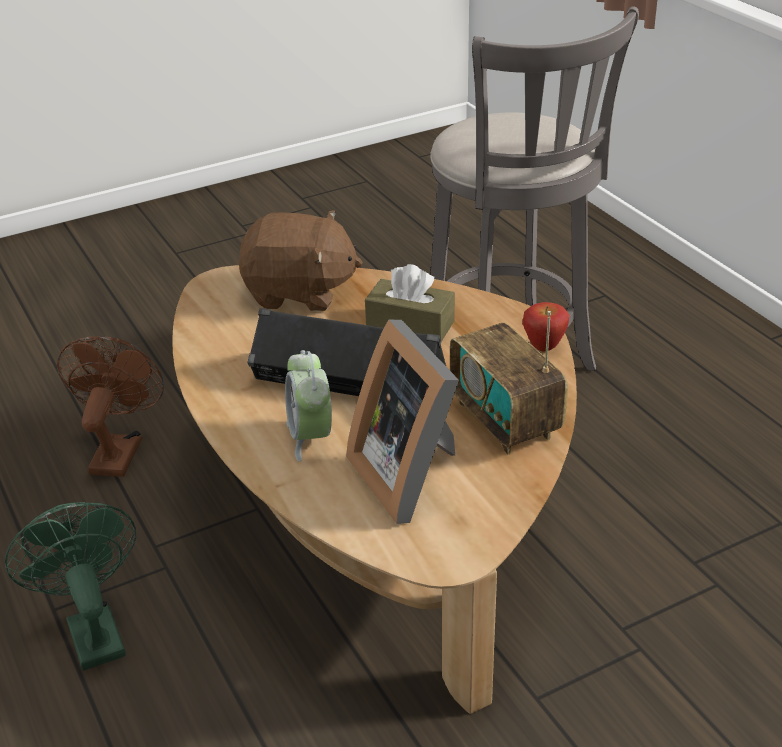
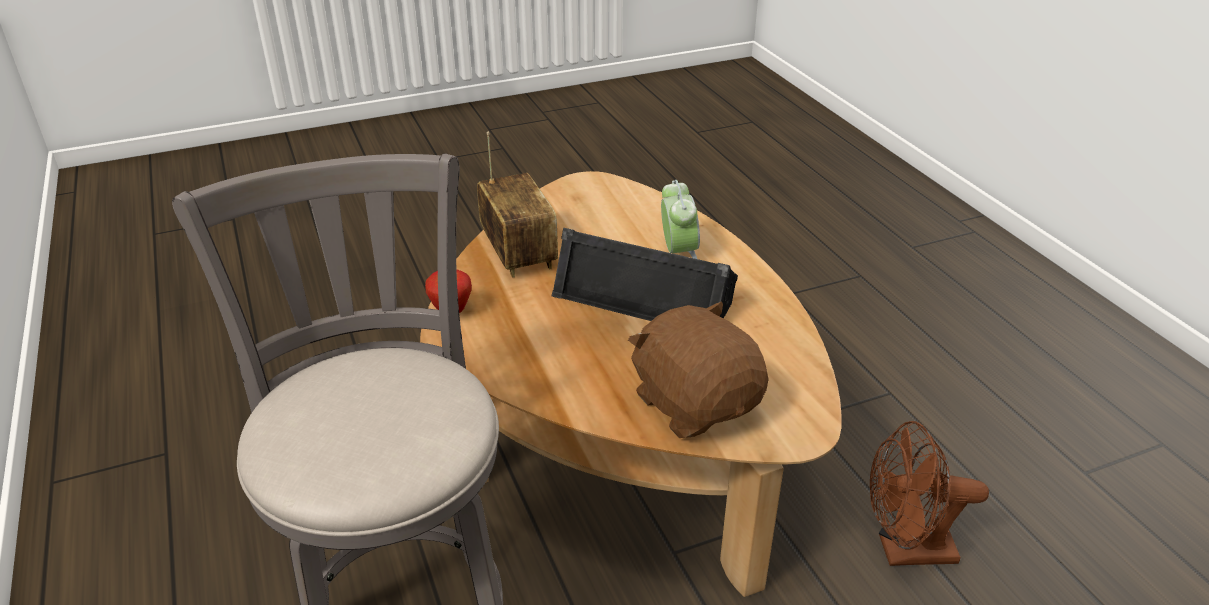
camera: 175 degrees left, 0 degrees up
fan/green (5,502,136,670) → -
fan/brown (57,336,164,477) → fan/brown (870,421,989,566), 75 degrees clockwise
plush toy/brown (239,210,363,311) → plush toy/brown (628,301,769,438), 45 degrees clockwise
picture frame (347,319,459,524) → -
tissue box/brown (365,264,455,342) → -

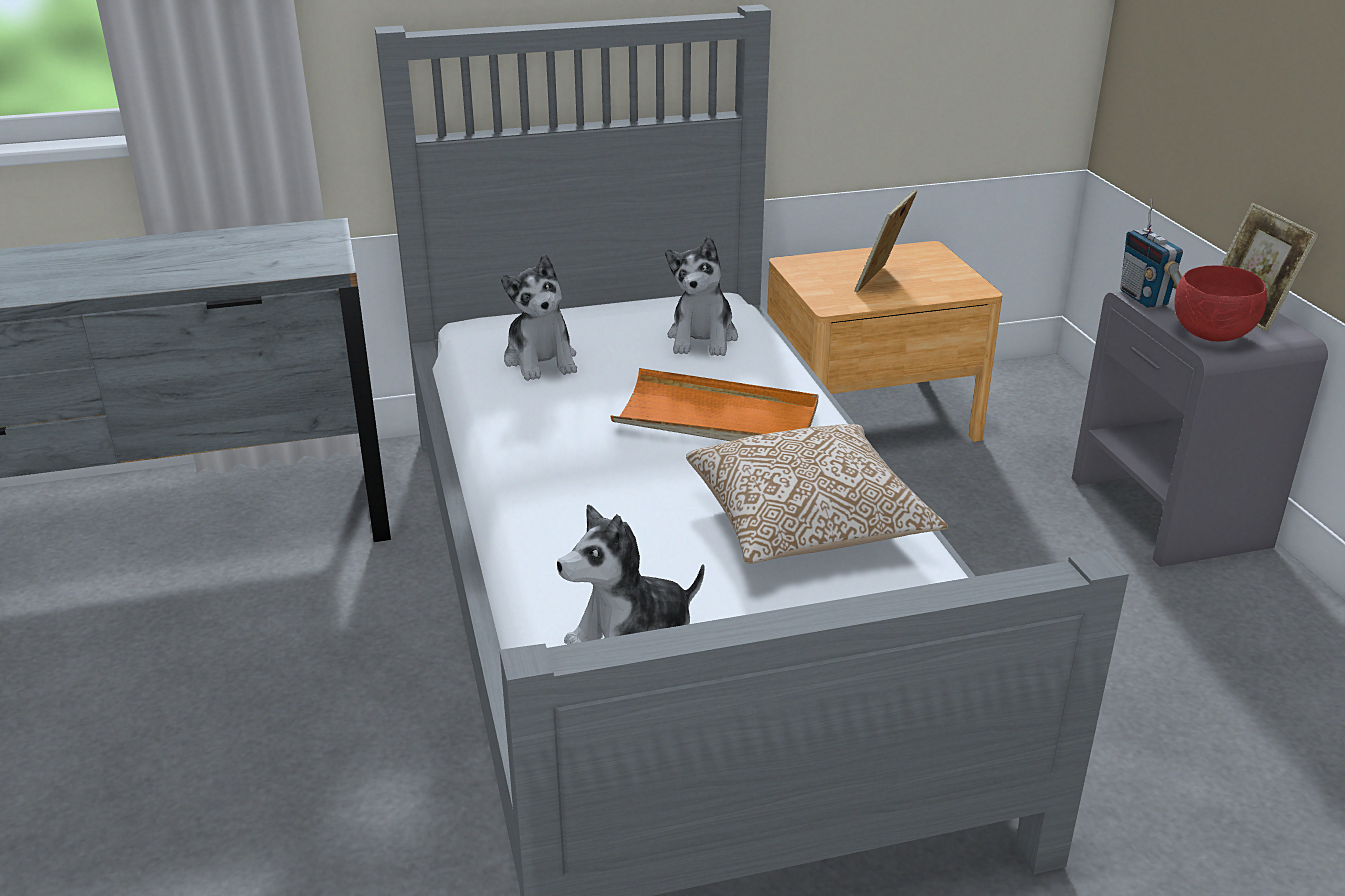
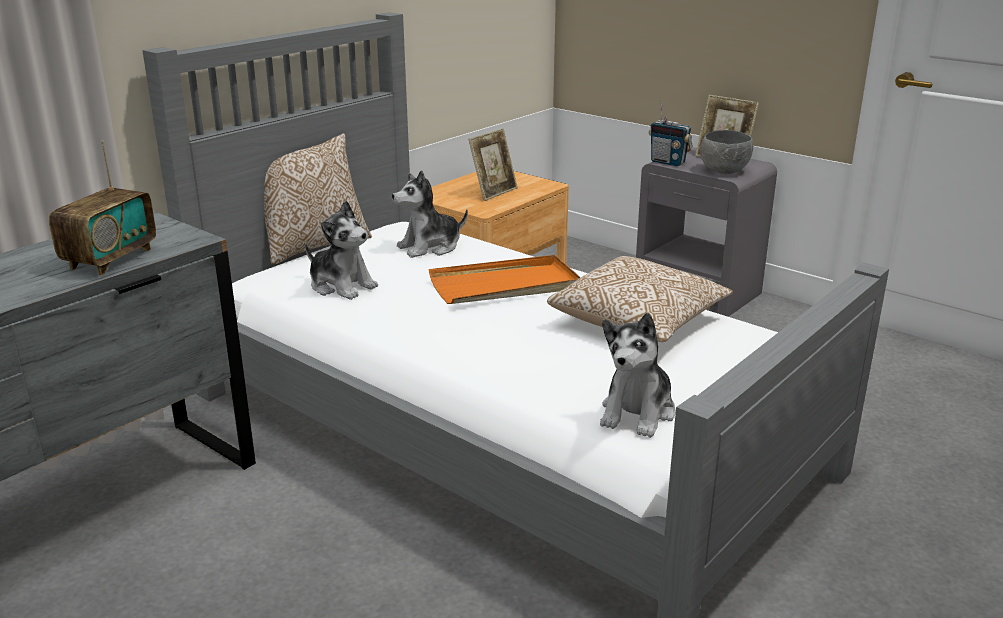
camera: 35 degrees left, 5 degrees down
plush toy (665,237,738,356) → plush toy (392,170,468,258), 90 degrees clockwise
picture frame (854,190,917,292) → picture frame (468,128,518,201), 135 degrees counterclockwise
bowl/red (1174,266,1267,342) → bowl/grey (700,130,753,174)
- → radio (49,141,156,275)
- → pillow (264,133,372,265)

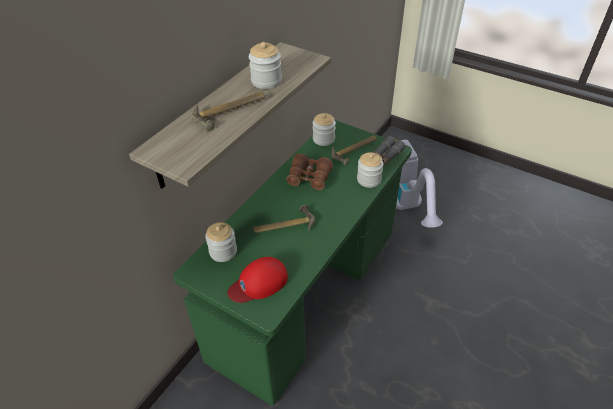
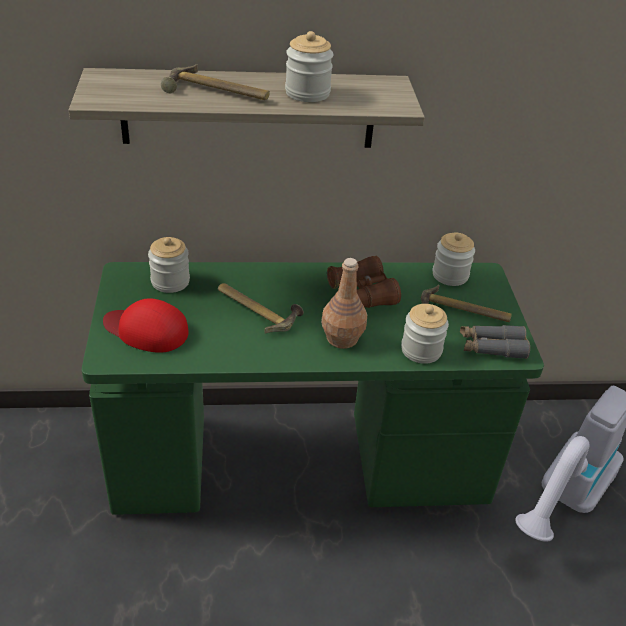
camera: 50 degrees right, 5 degrees down
- → bottle/brown (321,258,367,349)

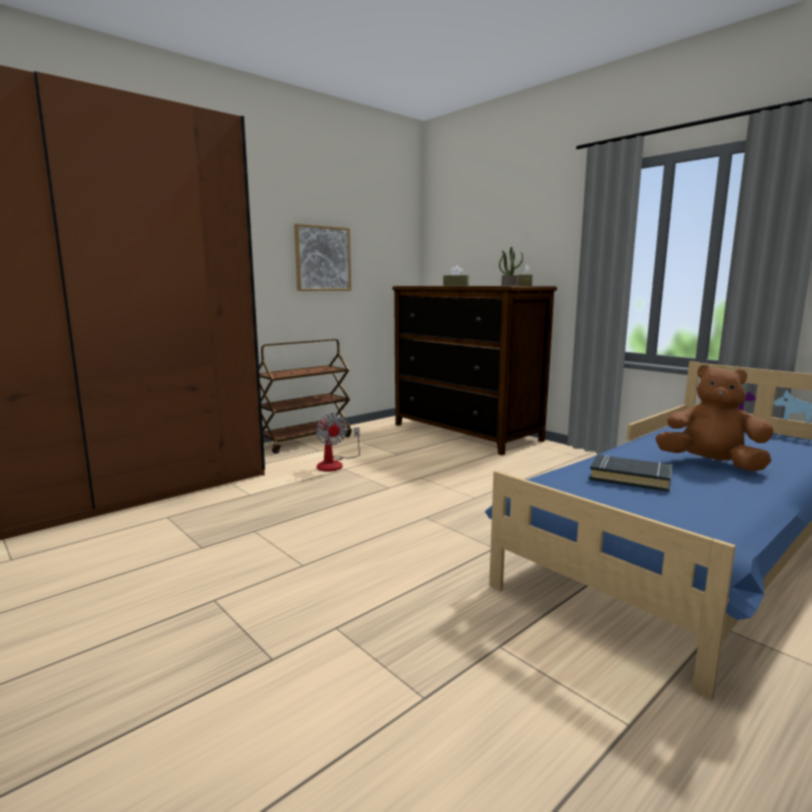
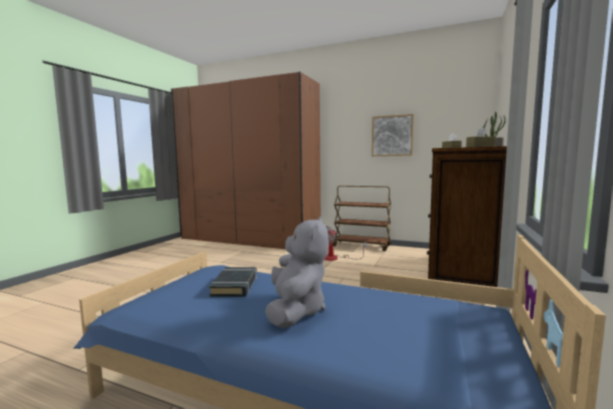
camera: 65 degrees right, 5 degrees down
plush toy/brown (655,365,774,471) → plush toy/grey (265,217,328,328)

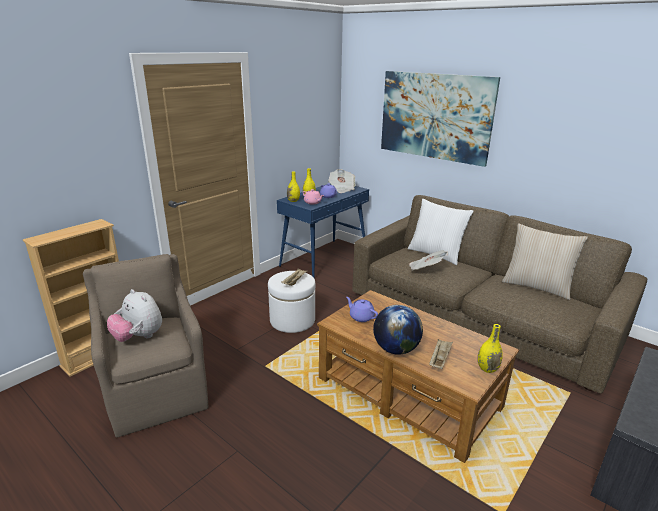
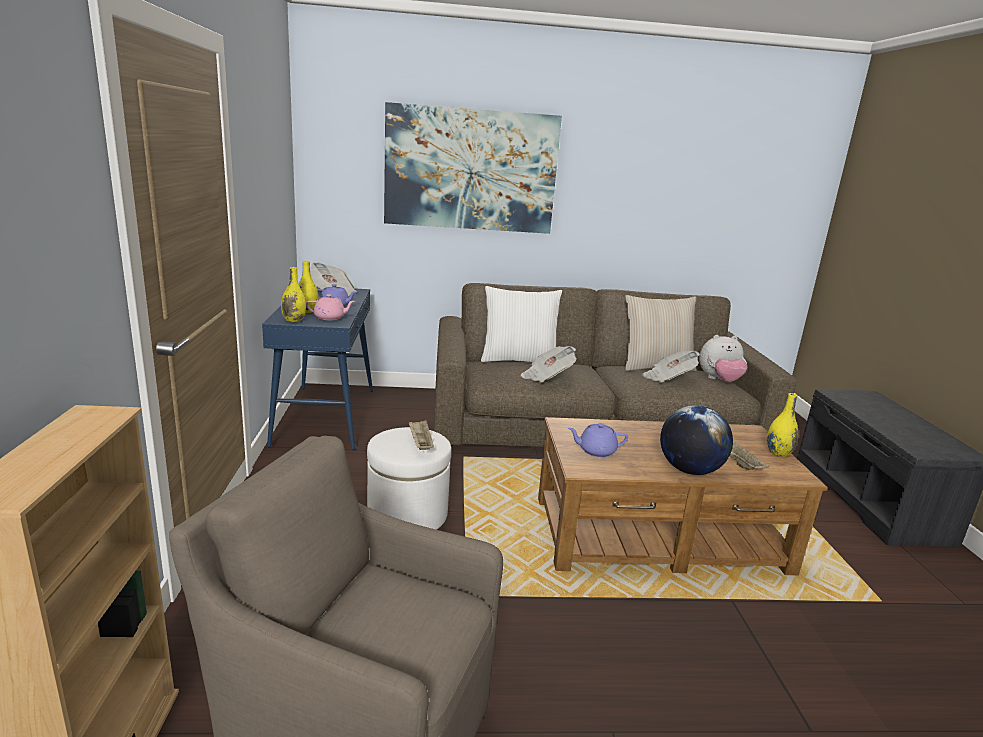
camera: 45 degrees left, 5 degrees down
plush toy (107,289,162,342) → plush toy (699,335,747,382), move
- → newspaper (642,350,700,383)

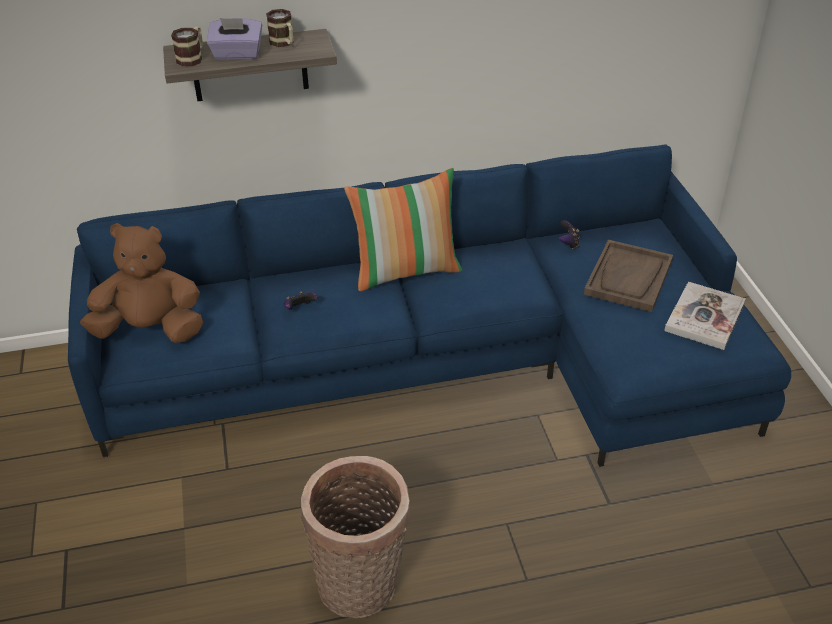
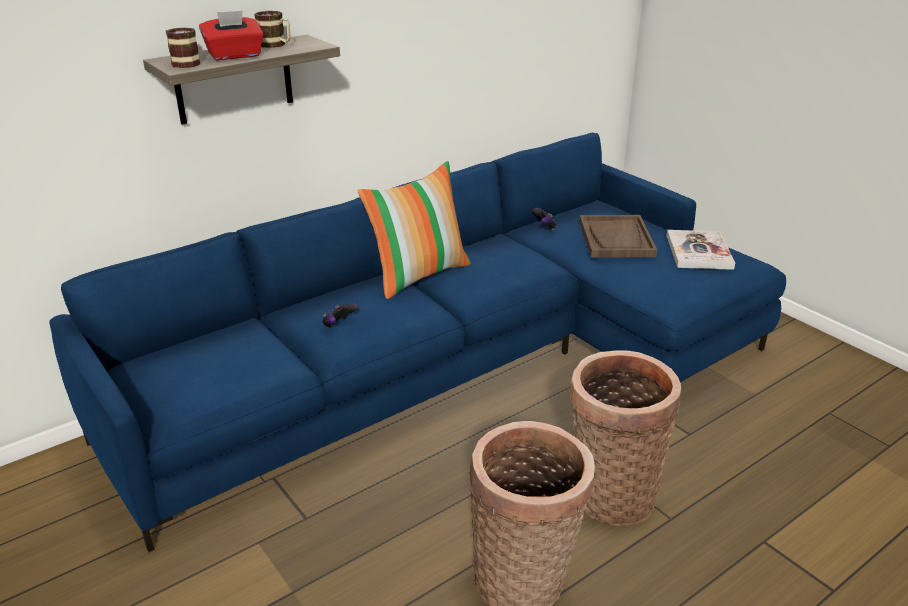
camera: 25 degrees left, 10 degrees down
plush toy/brown (80,223,203,343) → -
tissue box/purple (207,18,262,60) → tissue box/red (199,10,264,60)
- → basket (569,350,681,526)

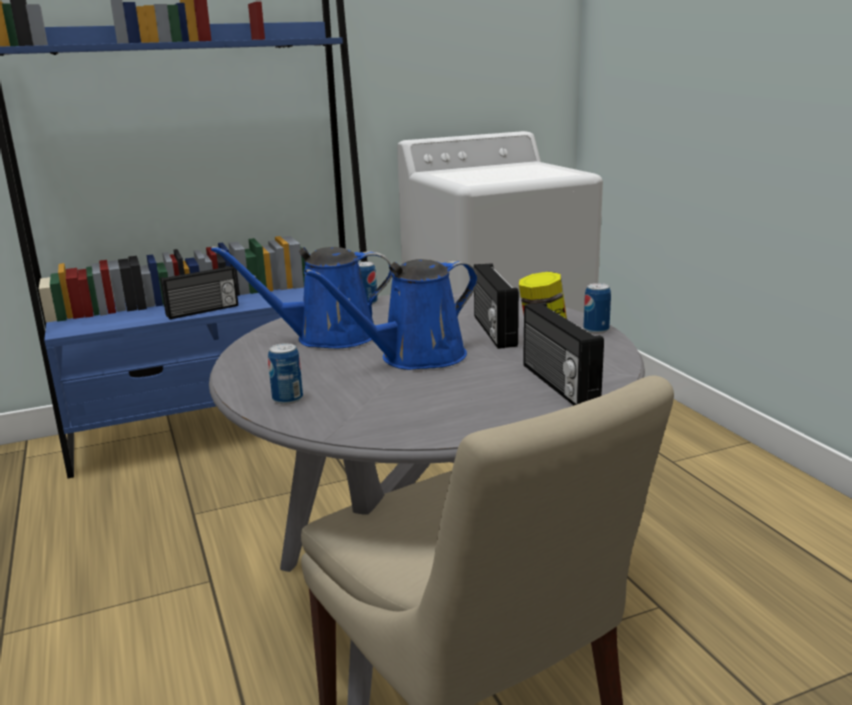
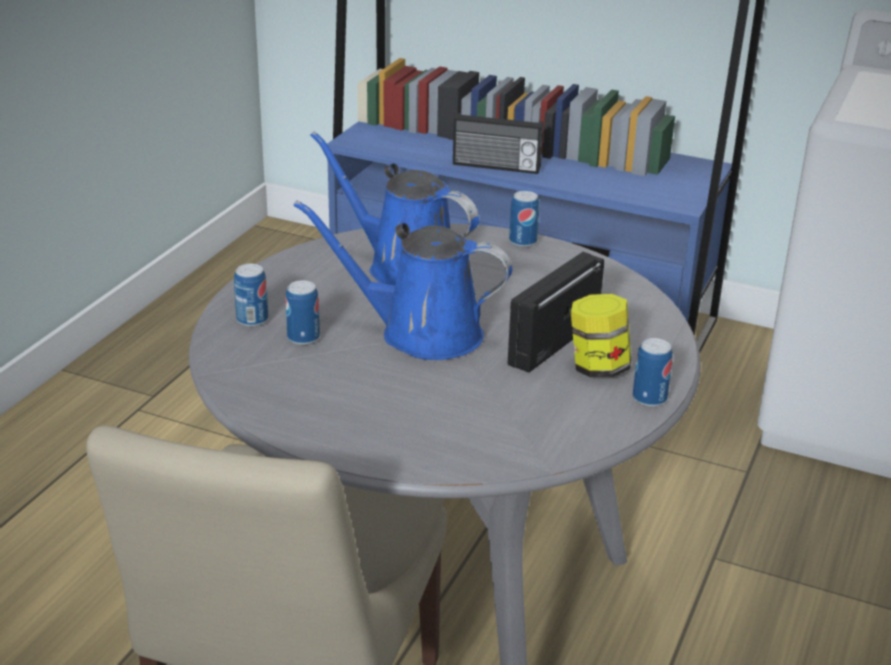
camera: 45 degrees right, 10 degrees up
radio (523,302,604,405) → -
- → can (285,280,320,345)

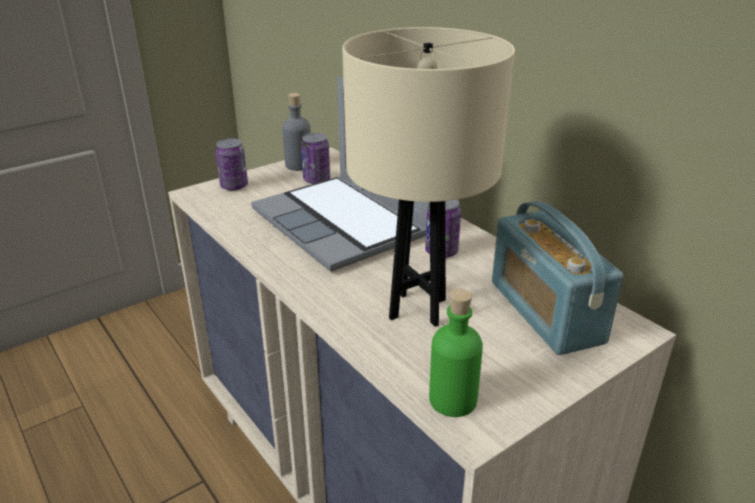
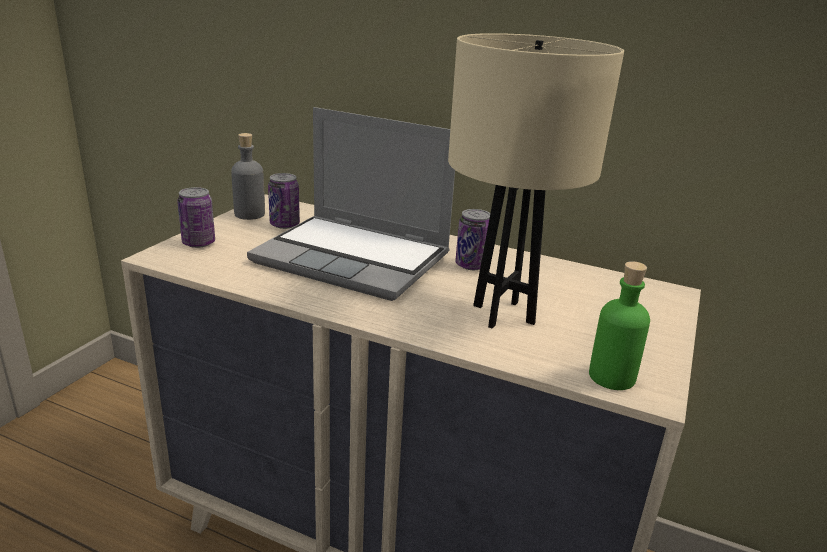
camera: 30 degrees left, 5 degrees down
radio (492,201,623,355) → -

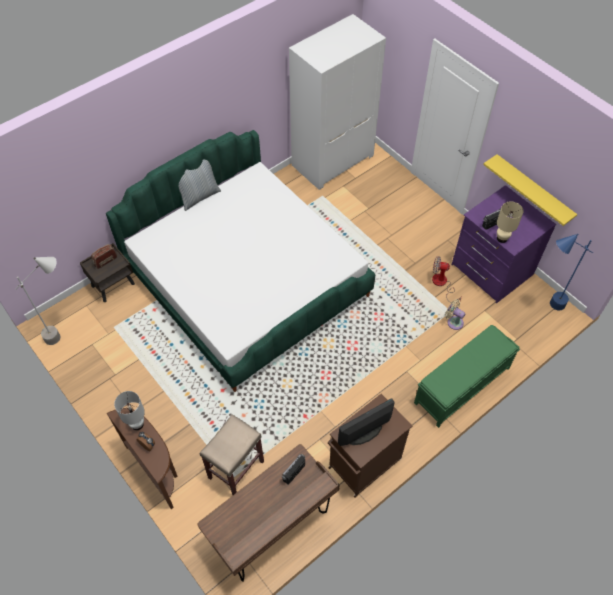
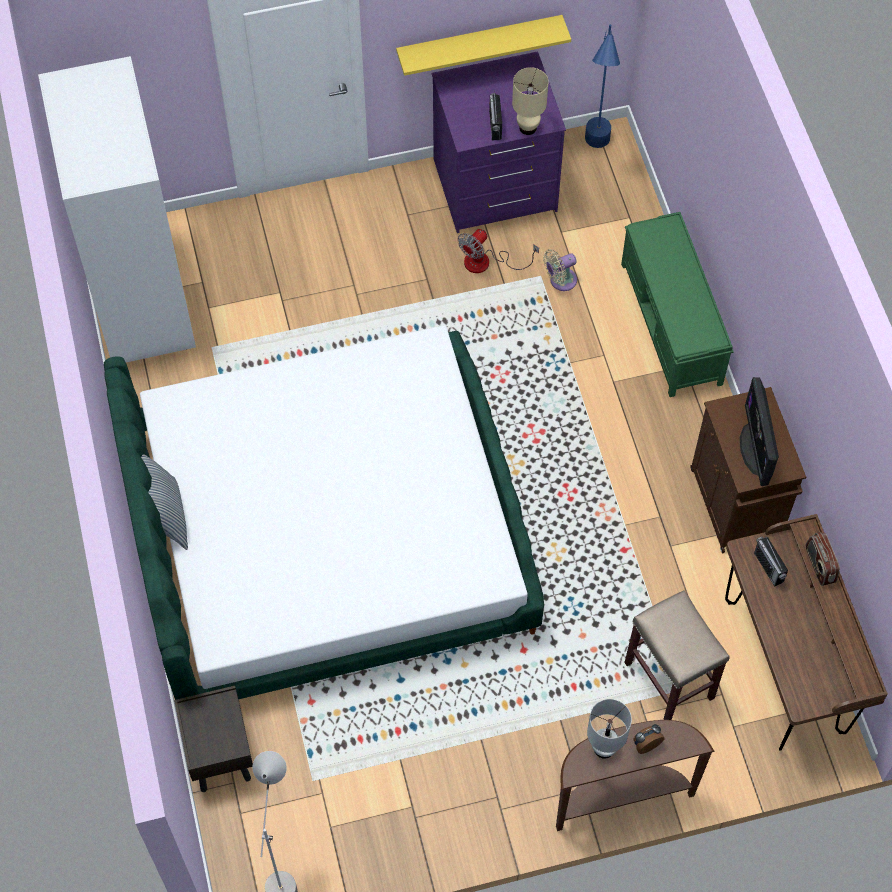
camera: 65 degrees left, 5 degrees up
radio (91,244,118,269) → radio (806,532,840,586), move

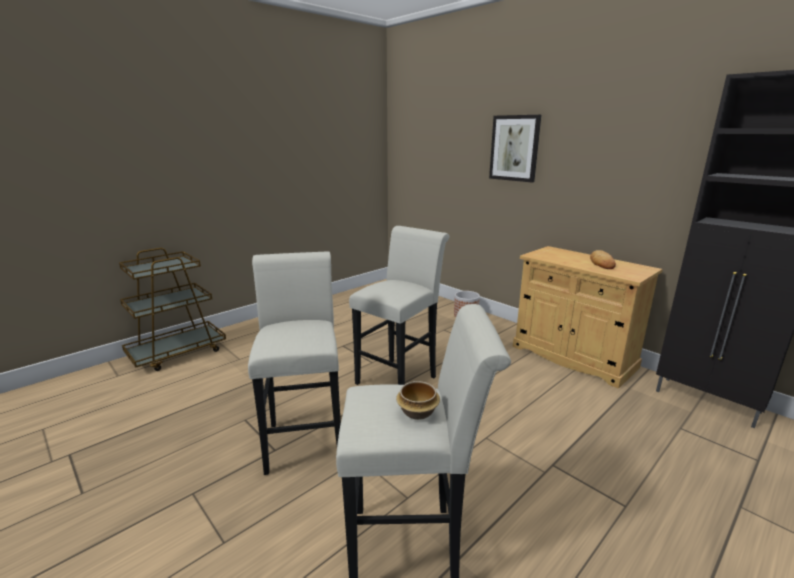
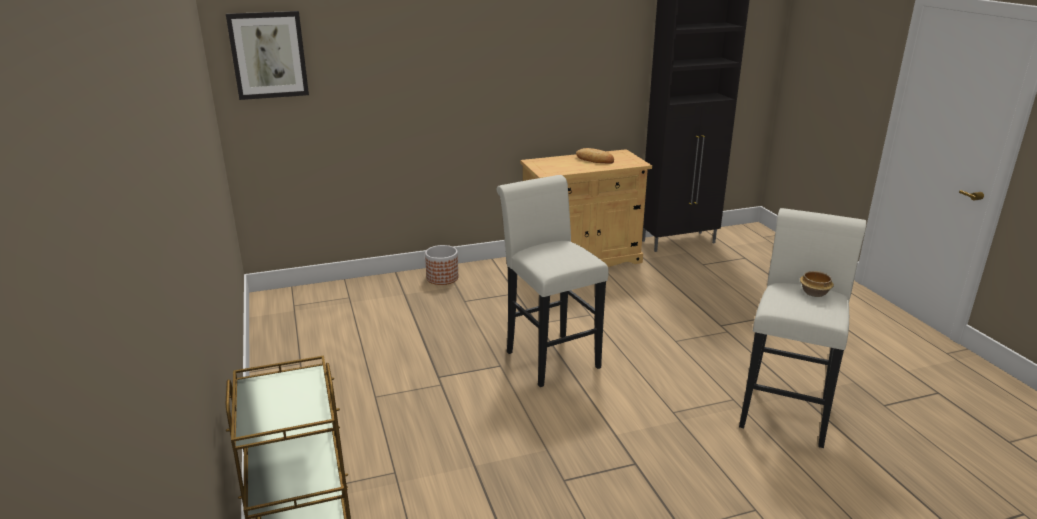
camera: 65 degrees left, 5 degrees up
stool/white (248,251,341,475) → -
picture (489,115,541,182) → picture (226,11,309,100), move

